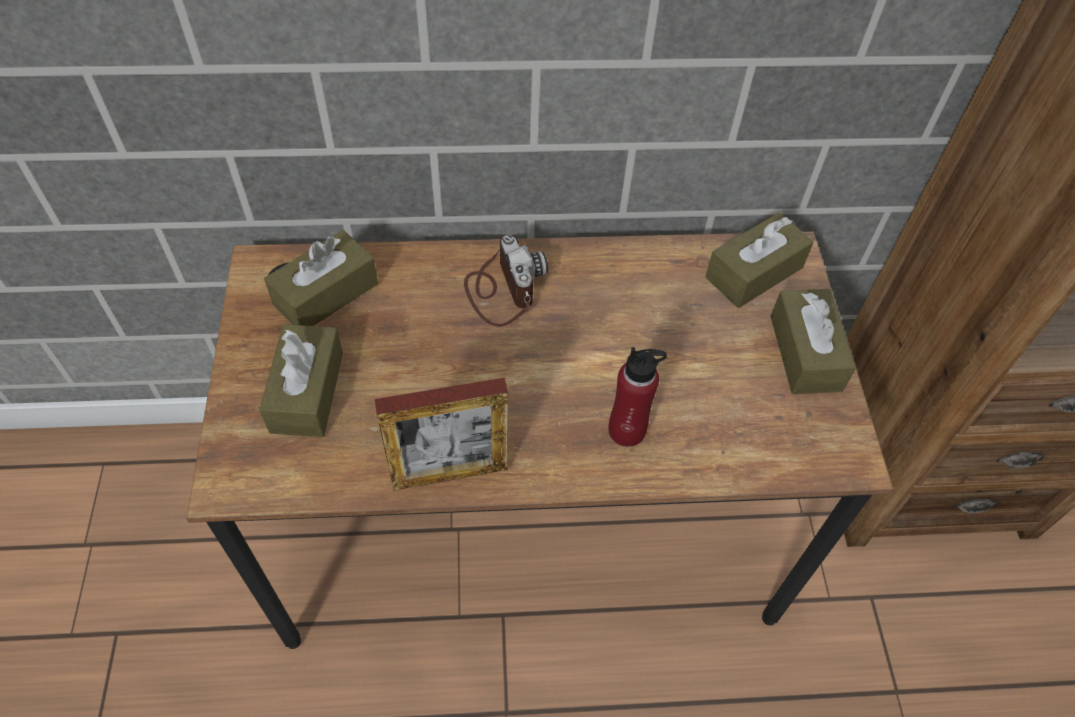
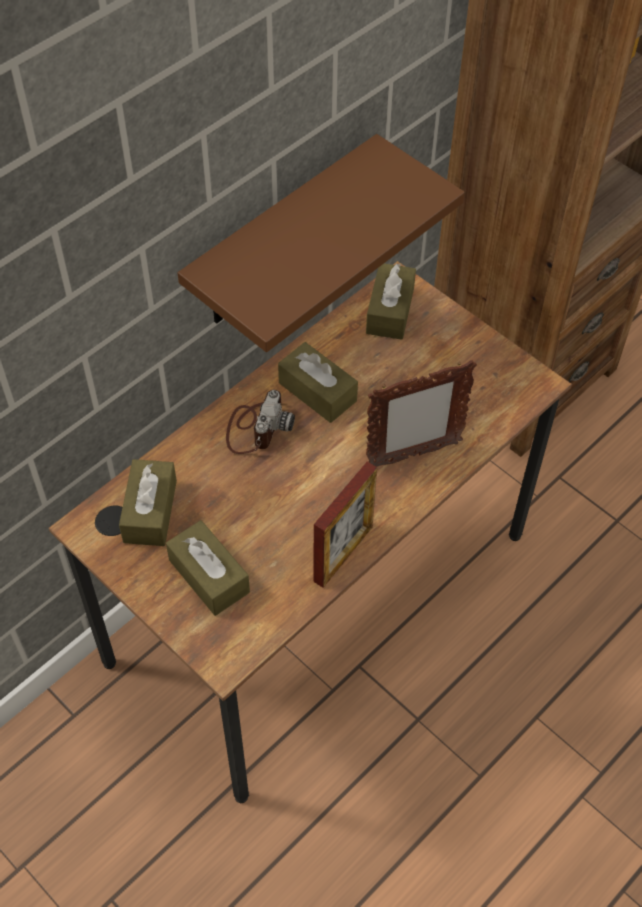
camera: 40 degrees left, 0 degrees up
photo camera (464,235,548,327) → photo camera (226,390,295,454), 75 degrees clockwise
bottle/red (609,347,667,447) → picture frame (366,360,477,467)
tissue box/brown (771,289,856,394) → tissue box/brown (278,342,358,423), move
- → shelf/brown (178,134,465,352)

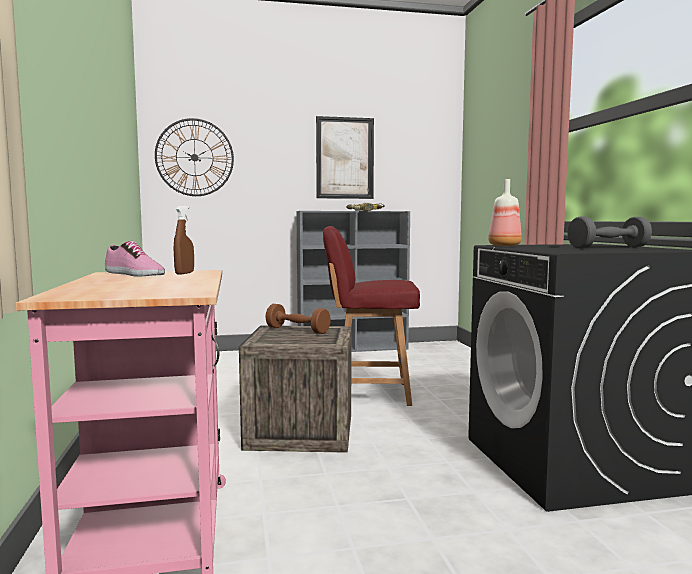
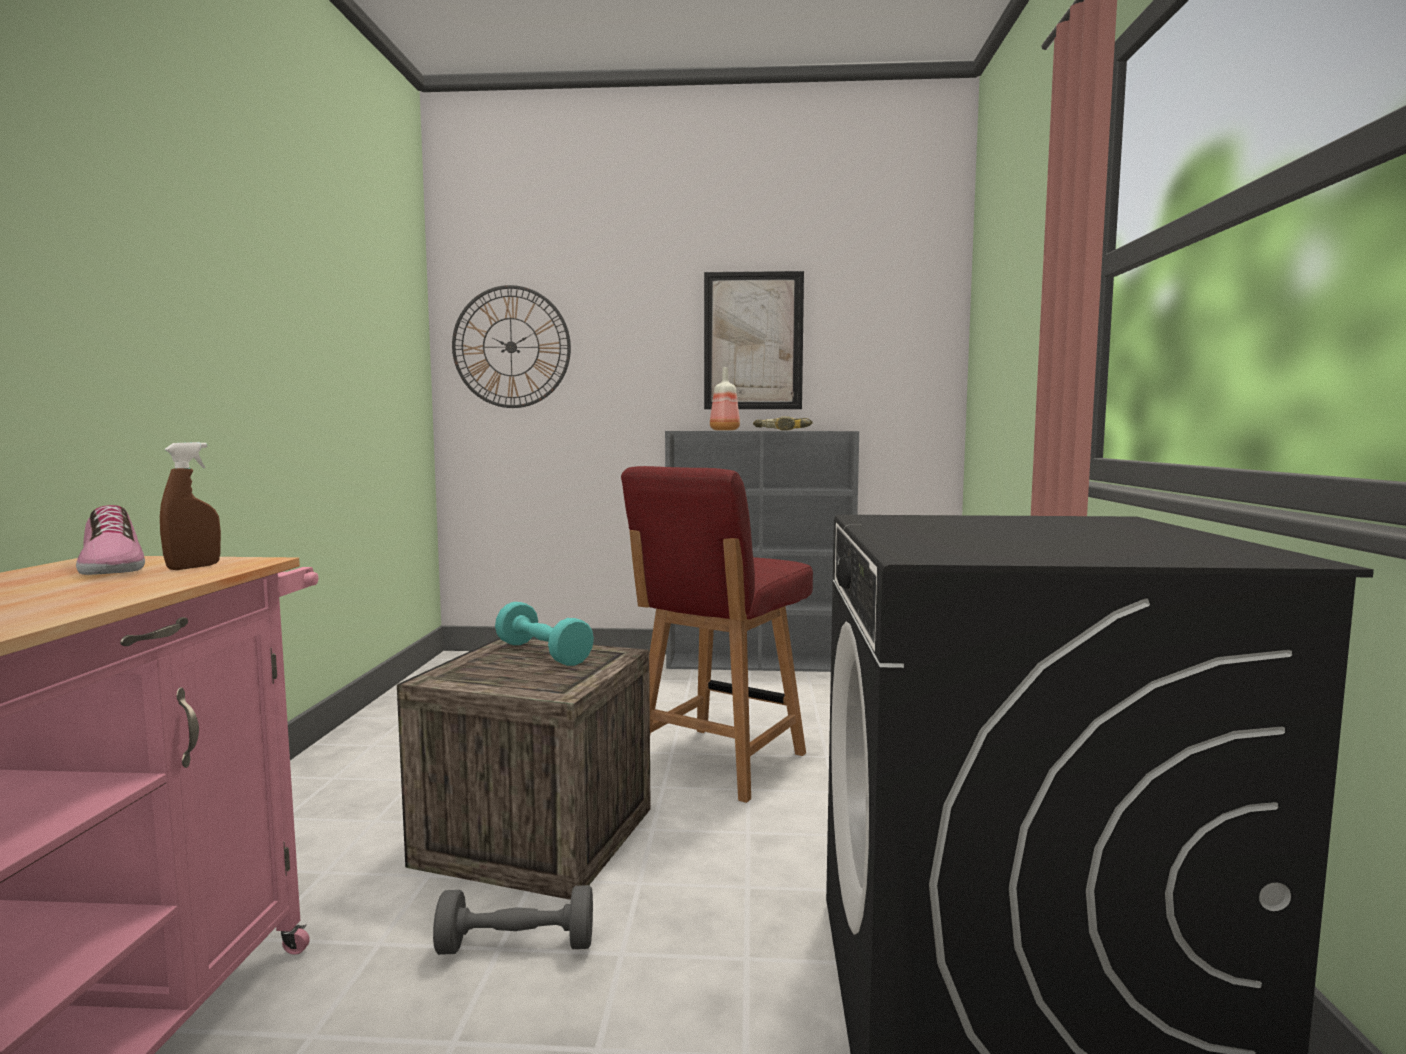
camera: 15 degrees right, 0 degrees up
dumbbell/brown (265,304,331,334) → dumbbell/turquoise (495,602,594,666)
chair/red (323,226,420,406) → chair/red (621,466,813,803), 75 degrees counterclockwise
bottle (488,179,522,246) → bottle (710,367,740,431), move
dumbbell/grey (567,217,652,248) → dumbbell/grey (433,885,593,955), move

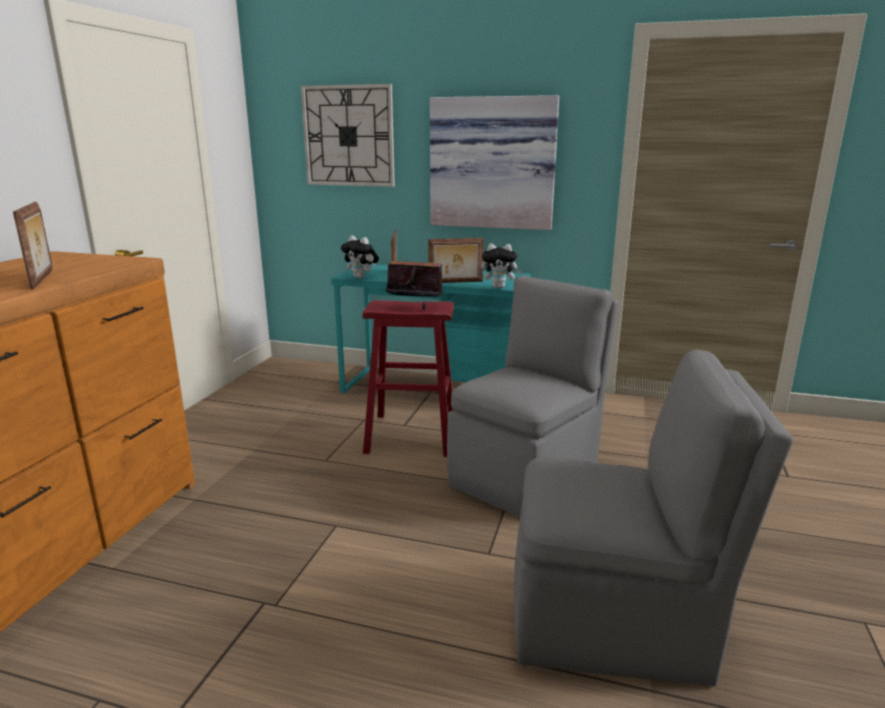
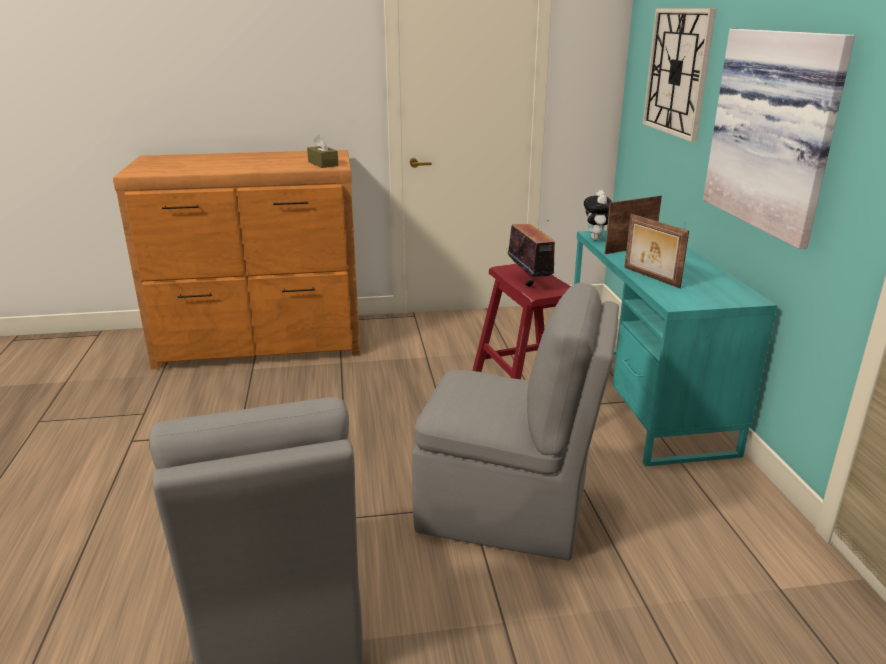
camera: 65 degrees right, 5 degrees up
picture frame (13,202,52,290) → -
plush toy (481,243,522,288) → -
- → tissue box/brown (307,134,339,168)

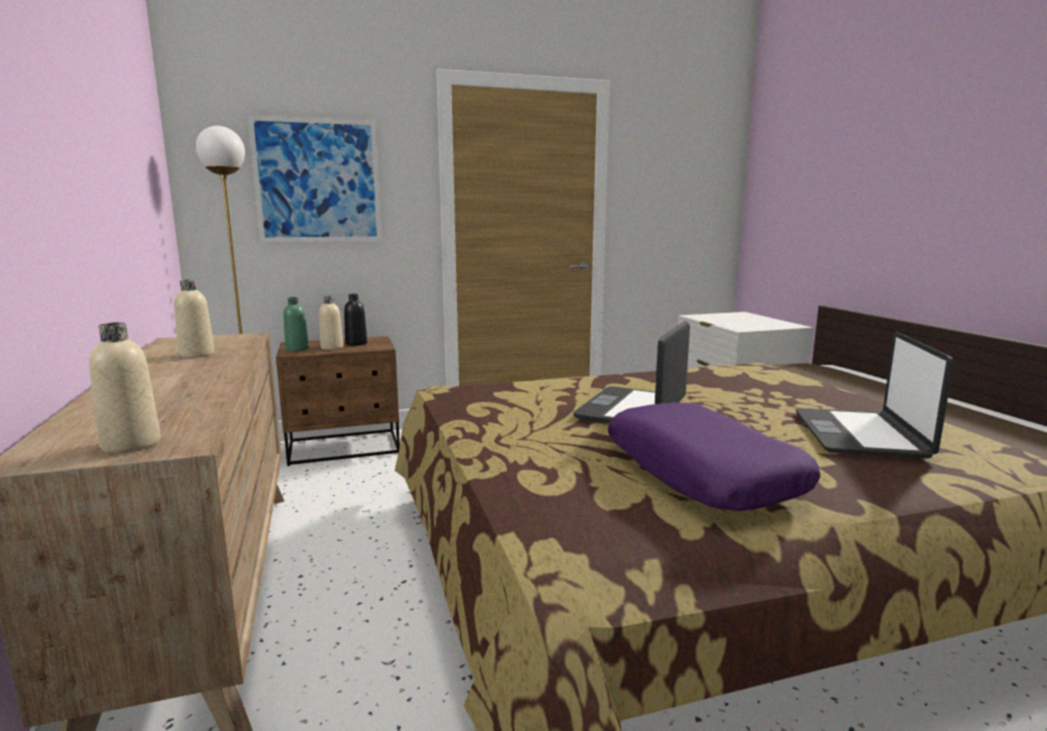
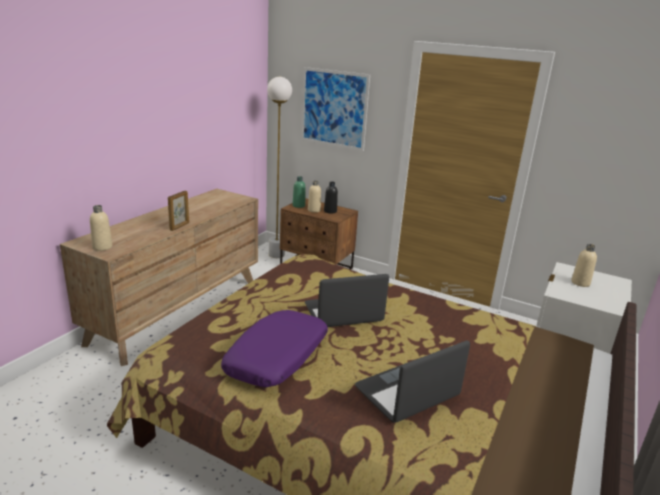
camera: 45 degrees right, 10 degrees up
bottle/beige (174,280,215,358) → bottle/beige (571,244,597,287), move
- → picture frame (168,191,189,231)

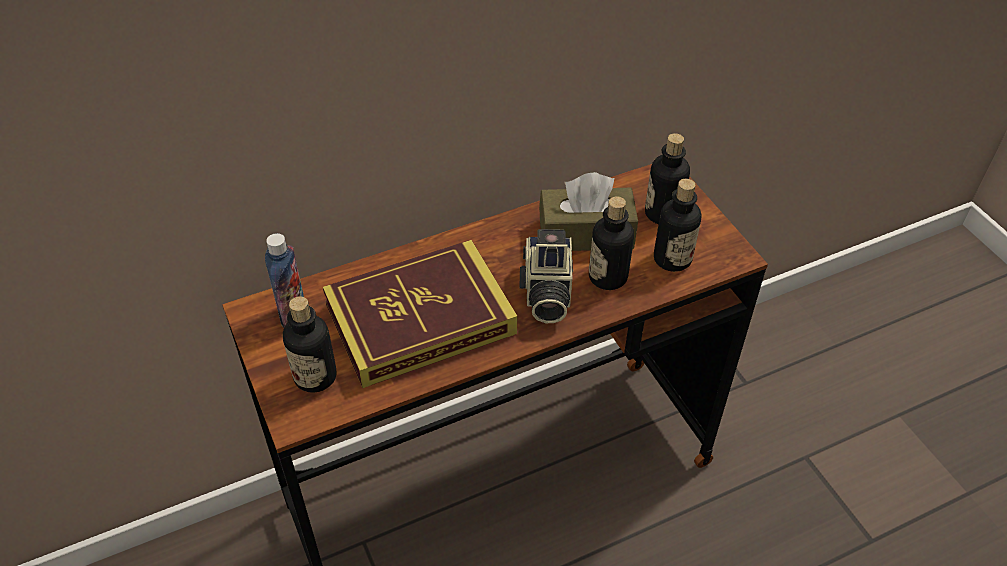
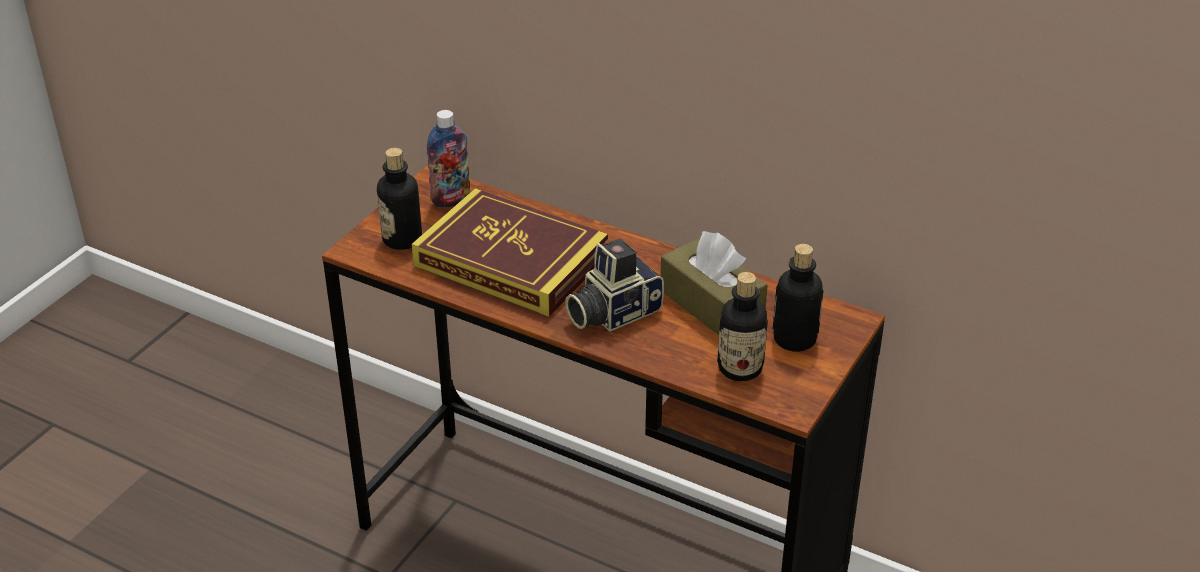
camera: 55 degrees right, 10 degrees down
bottle (589,196,634,290) → -

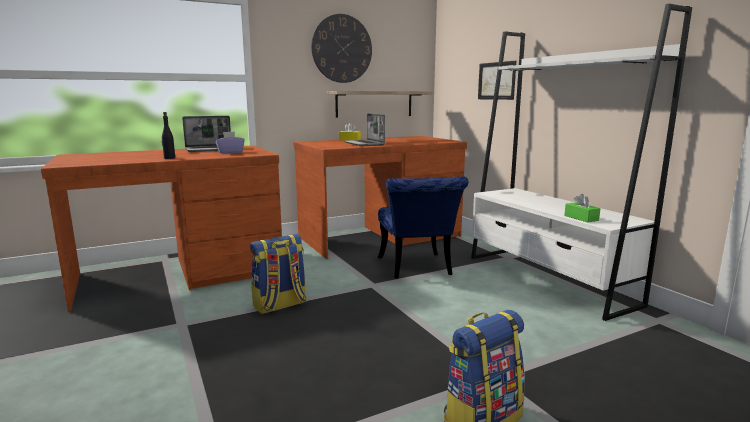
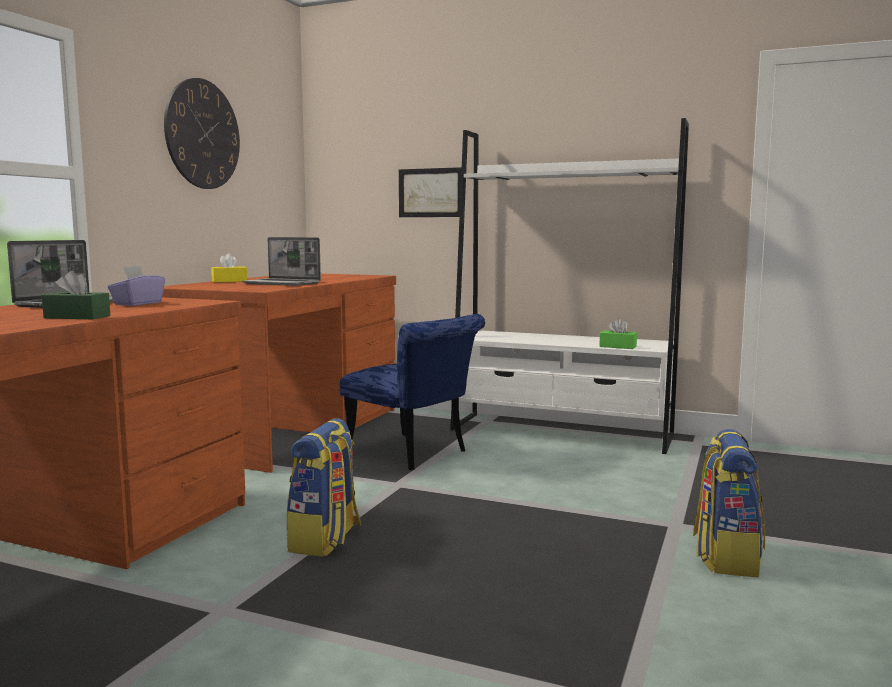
camera: 40 degrees left, 5 degrees down
bottle/black (162,112,175,159) → tissue box/green (42,271,110,319)
shelf (326,91,432,118) → -

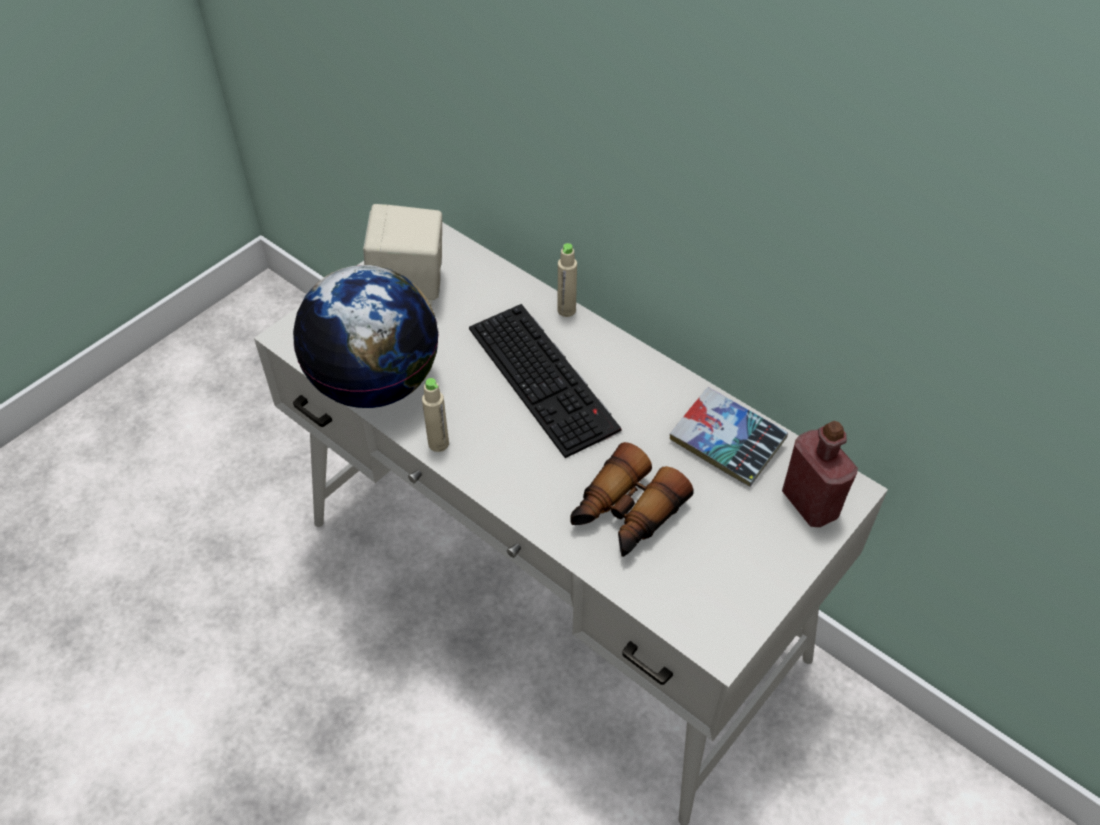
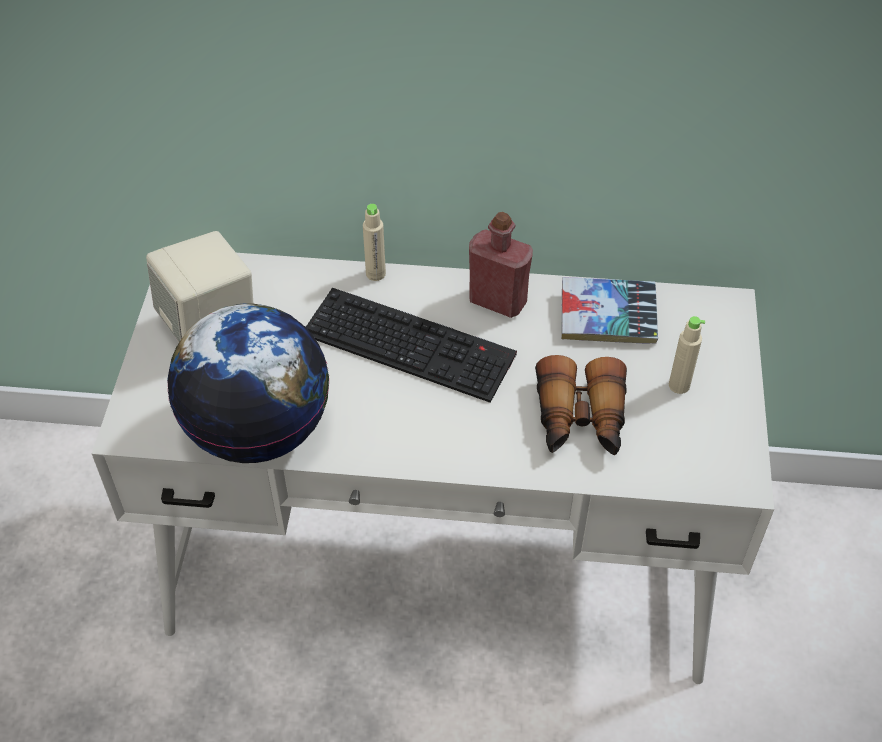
camera: 35 degrees left, 0 degrees up
bottle/beige (422,378,449,452) → bottle/beige (669,316,705,394), move
bottle/red (782,421,858,527) → bottle/red (469,212,533,318), move

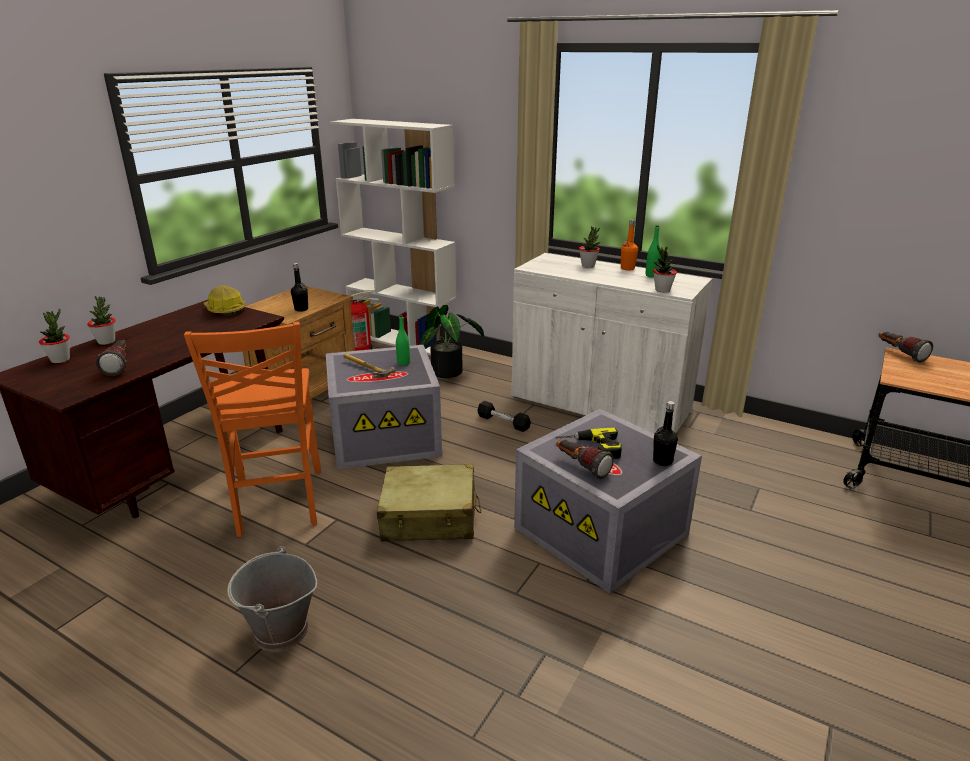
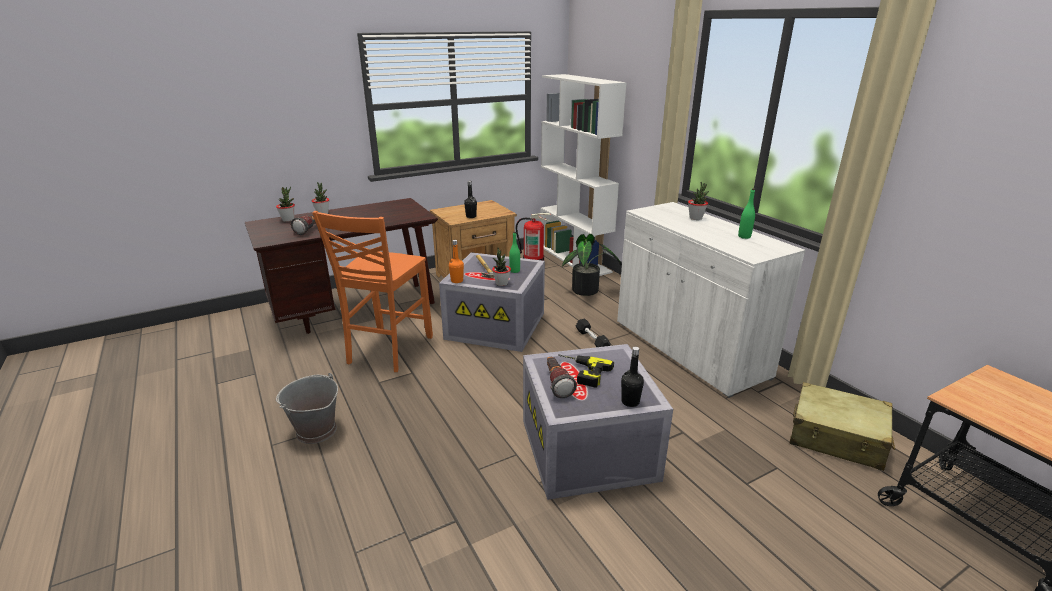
camera: 30 degrees right, 0 degrees up
hard hat (203,286,246,316) → -
suitcase/beige (377,464,481,541) → suitcase/beige (790,382,895,471), move
bottle/orange (621,219,638,271) → bottle/orange (449,240,464,283), move
potted plant (653,245,677,292) → potted plant (492,248,511,286), move
flashlight (879,332,933,363) → -

